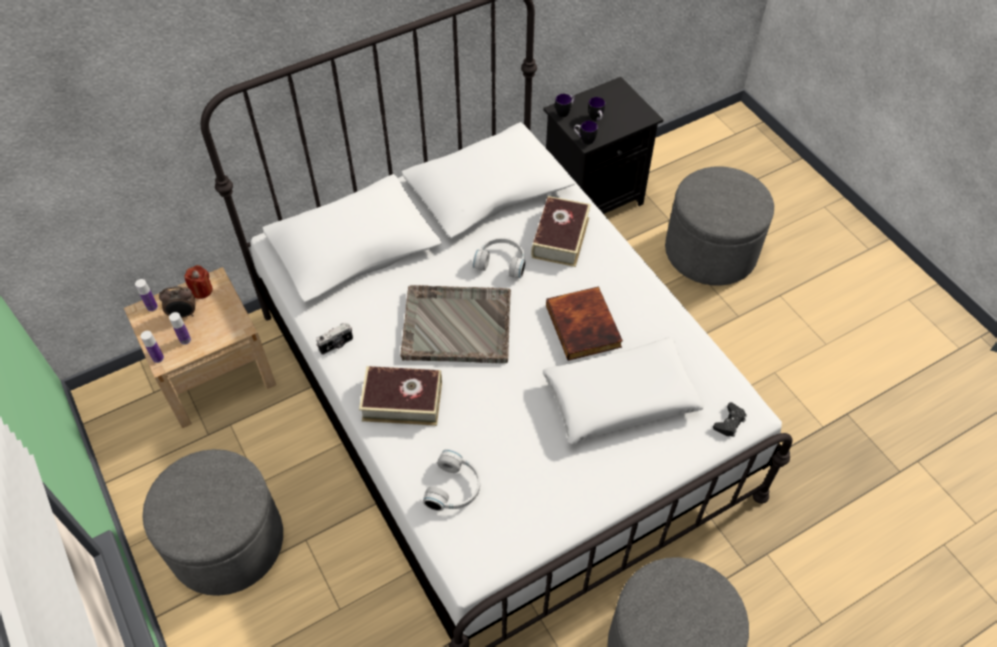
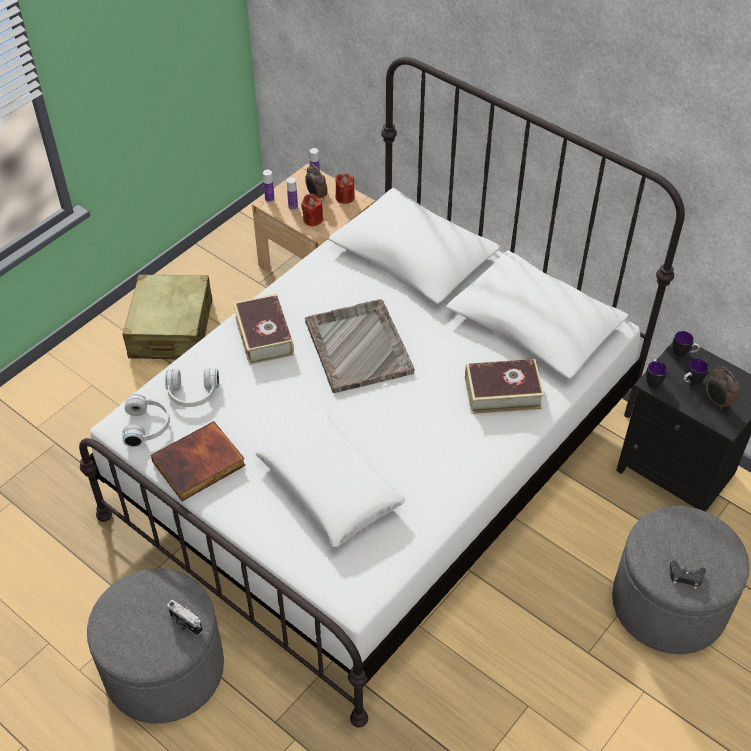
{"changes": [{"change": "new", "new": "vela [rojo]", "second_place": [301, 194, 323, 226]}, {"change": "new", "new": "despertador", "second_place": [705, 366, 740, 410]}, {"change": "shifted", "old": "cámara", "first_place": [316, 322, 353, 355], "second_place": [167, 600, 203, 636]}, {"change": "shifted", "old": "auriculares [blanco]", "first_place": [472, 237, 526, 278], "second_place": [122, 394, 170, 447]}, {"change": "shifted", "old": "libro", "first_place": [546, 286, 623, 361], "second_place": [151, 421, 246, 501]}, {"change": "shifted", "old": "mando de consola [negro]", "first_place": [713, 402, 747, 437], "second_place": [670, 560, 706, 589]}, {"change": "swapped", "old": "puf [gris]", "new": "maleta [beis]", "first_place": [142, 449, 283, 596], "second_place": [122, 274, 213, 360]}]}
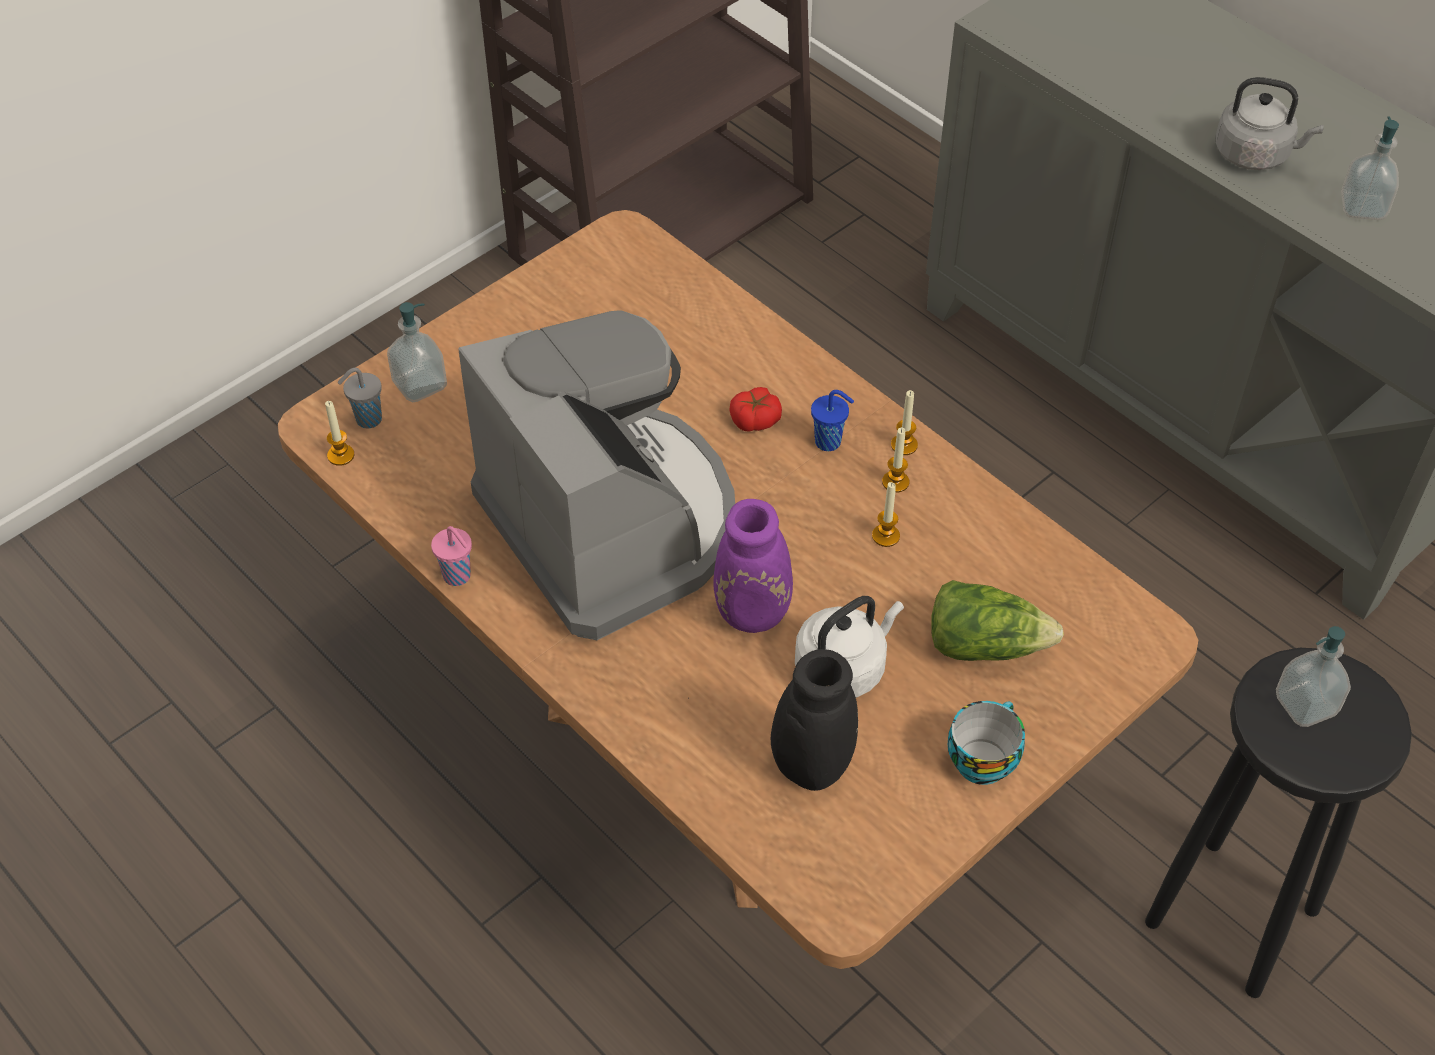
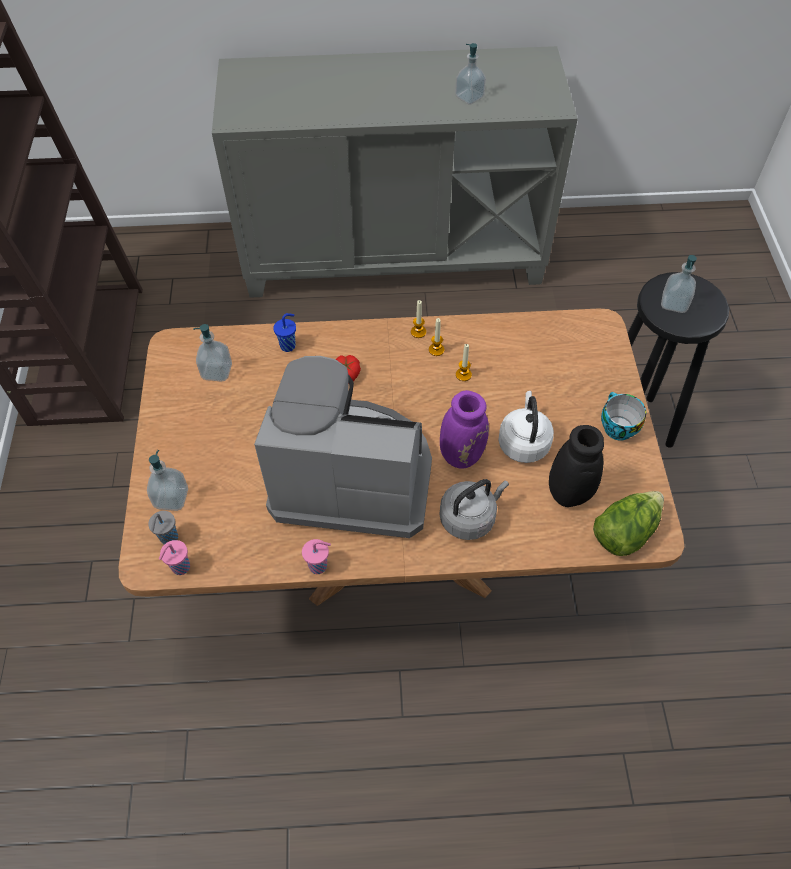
{"changes": [{"change": "new", "new": "dispensador de jabón", "second_place": [193, 324, 232, 382]}, {"change": "shifted", "old": "taza [azul]", "first_place": [811, 390, 854, 451], "second_place": [273, 313, 296, 352]}, {"change": "shifted", "old": "lechuga", "first_place": [931, 580, 1064, 661], "second_place": [593, 491, 664, 556]}, {"change": "shifted", "old": "hervidor [gris]", "first_place": [1215, 77, 1324, 170], "second_place": [439, 479, 509, 540]}, {"change": "swapped", "old": "vela", "new": "taza [rosa]", "first_place": [325, 401, 354, 466], "second_place": [159, 540, 190, 575]}]}
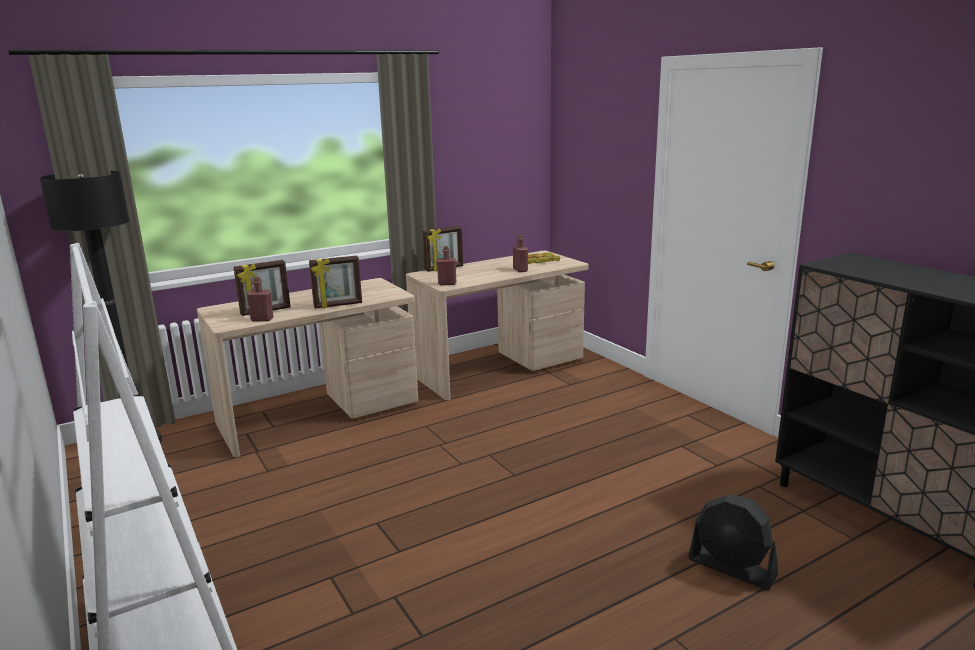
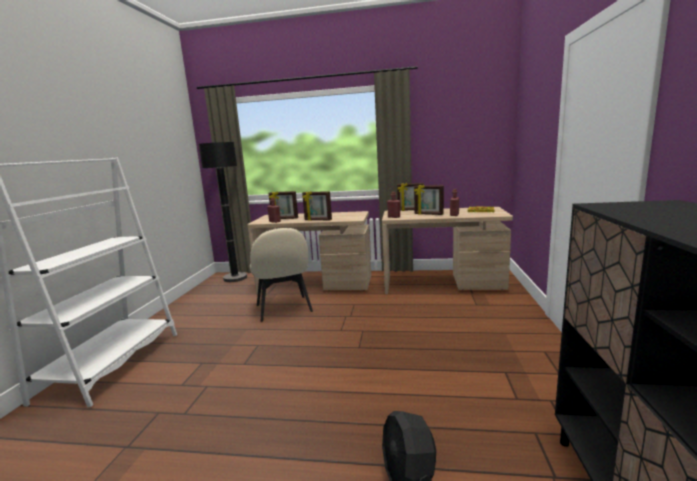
{"changes": [{"change": "new", "new": "silla [beis]", "second_place": [250, 228, 313, 322]}, {"change": "new", "new": "portarretratos", "second_place": [414, 185, 444, 215]}]}
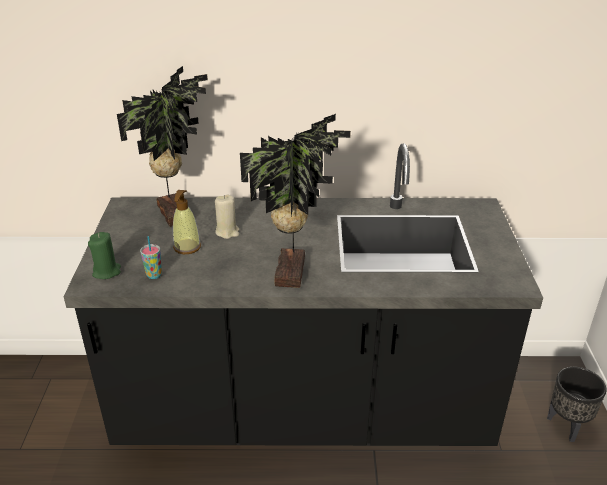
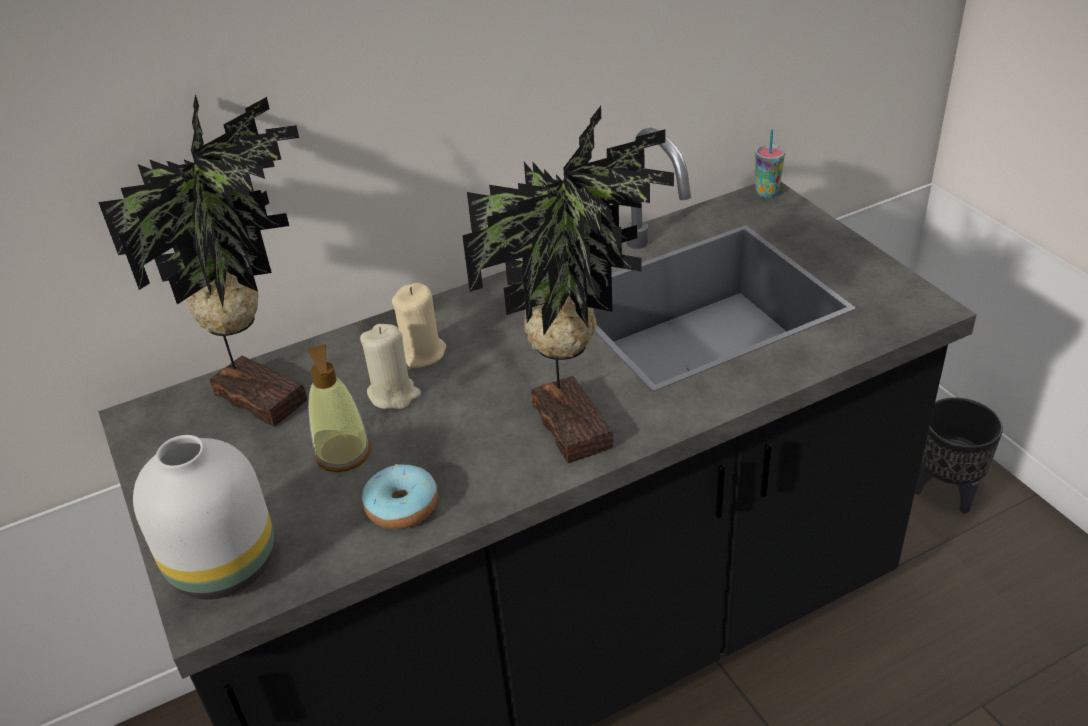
{"changes": [{"change": "new", "new": "rosquilla", "second_place": [362, 464, 438, 529]}, {"change": "new", "new": "vela [beis]", "second_place": [392, 283, 446, 368]}, {"change": "shifted", "old": "taza", "first_place": [140, 236, 162, 279], "second_place": [755, 130, 785, 198]}, {"change": "swapped", "old": "vela [verde]", "new": "florero [blanco]", "first_place": [88, 232, 121, 279], "second_place": [133, 435, 274, 600]}]}
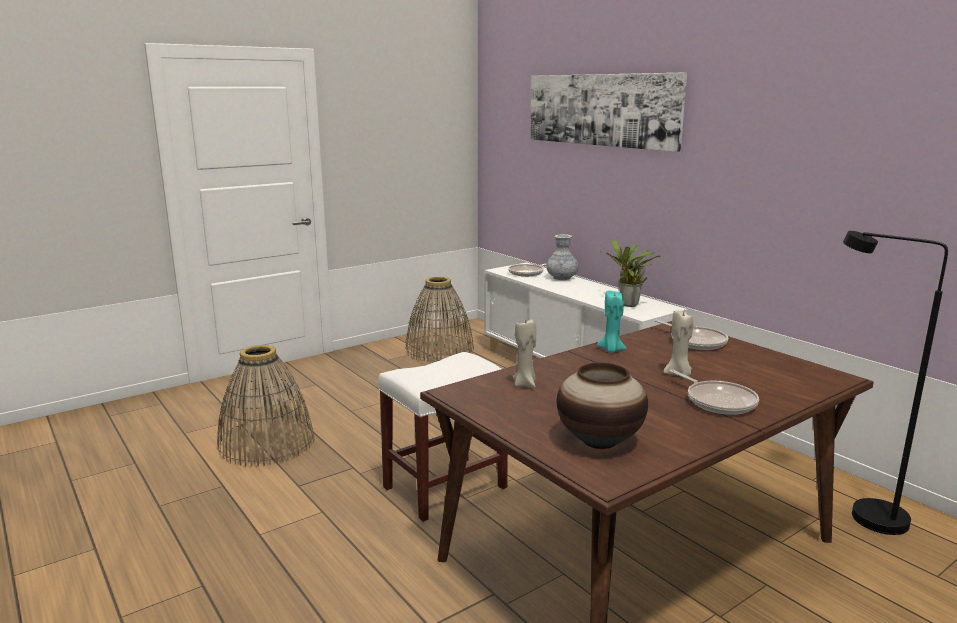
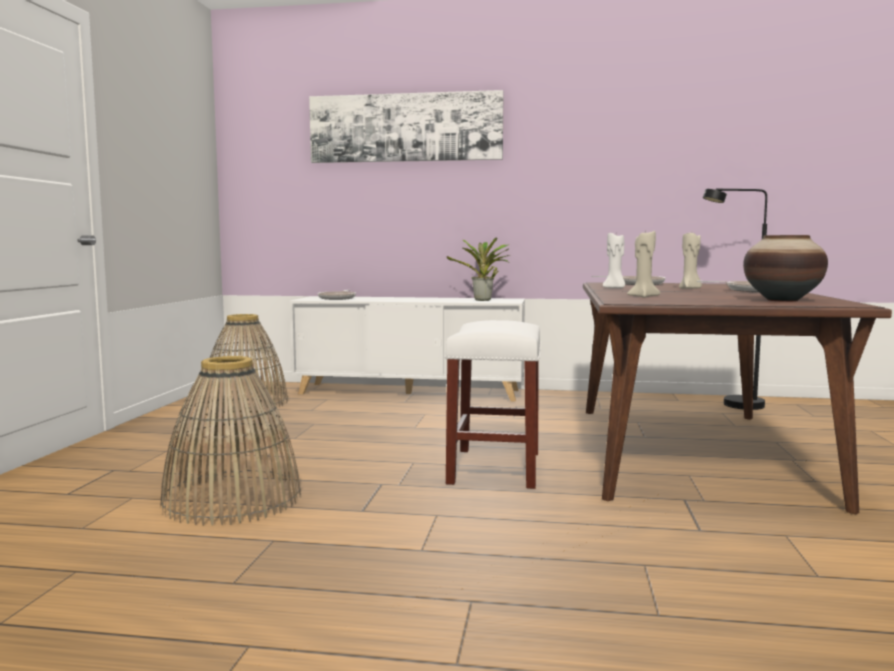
{"changes": [{"change": "gone", "old": "florero", "first_place": [546, 234, 578, 280]}, {"change": "repainted", "old": "vela [turquesa]", "new": "vela [blanco]", "first_place": [597, 290, 627, 353], "second_place": [603, 233, 625, 288]}]}
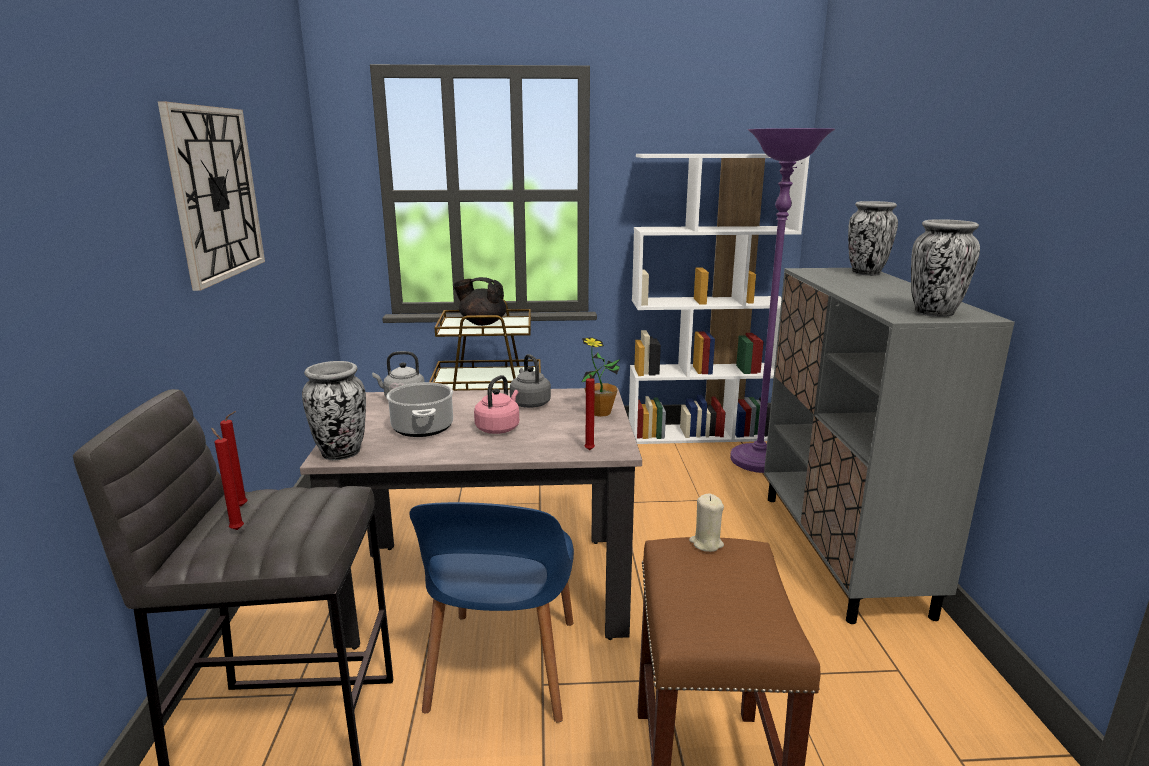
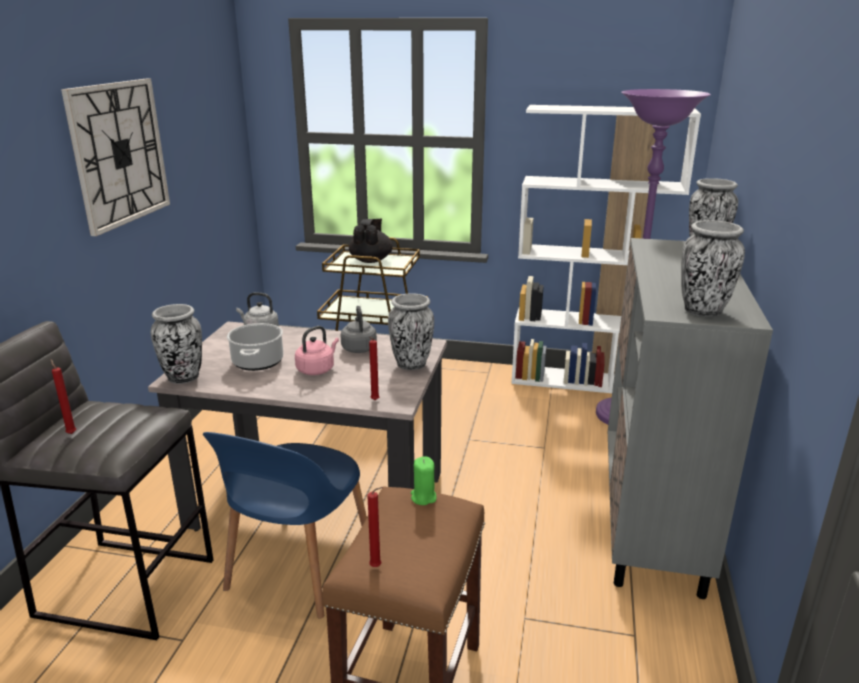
{"changes": [{"change": "shifted", "old": "vela [rojo]", "first_place": [220, 411, 247, 507], "second_place": [368, 487, 383, 567]}, {"change": "swapped", "old": "planta en maceta", "new": "florero", "first_place": [582, 337, 620, 417], "second_place": [388, 293, 434, 370]}, {"change": "repainted", "old": "vela [beis]", "new": "vela [verde]", "first_place": [689, 494, 724, 552], "second_place": [411, 456, 436, 505]}, {"change": "rotated", "old": "tetera [negro]", "first_place": [453, 277, 506, 326], "second_place": [349, 219, 393, 263], "degrees": 75}]}
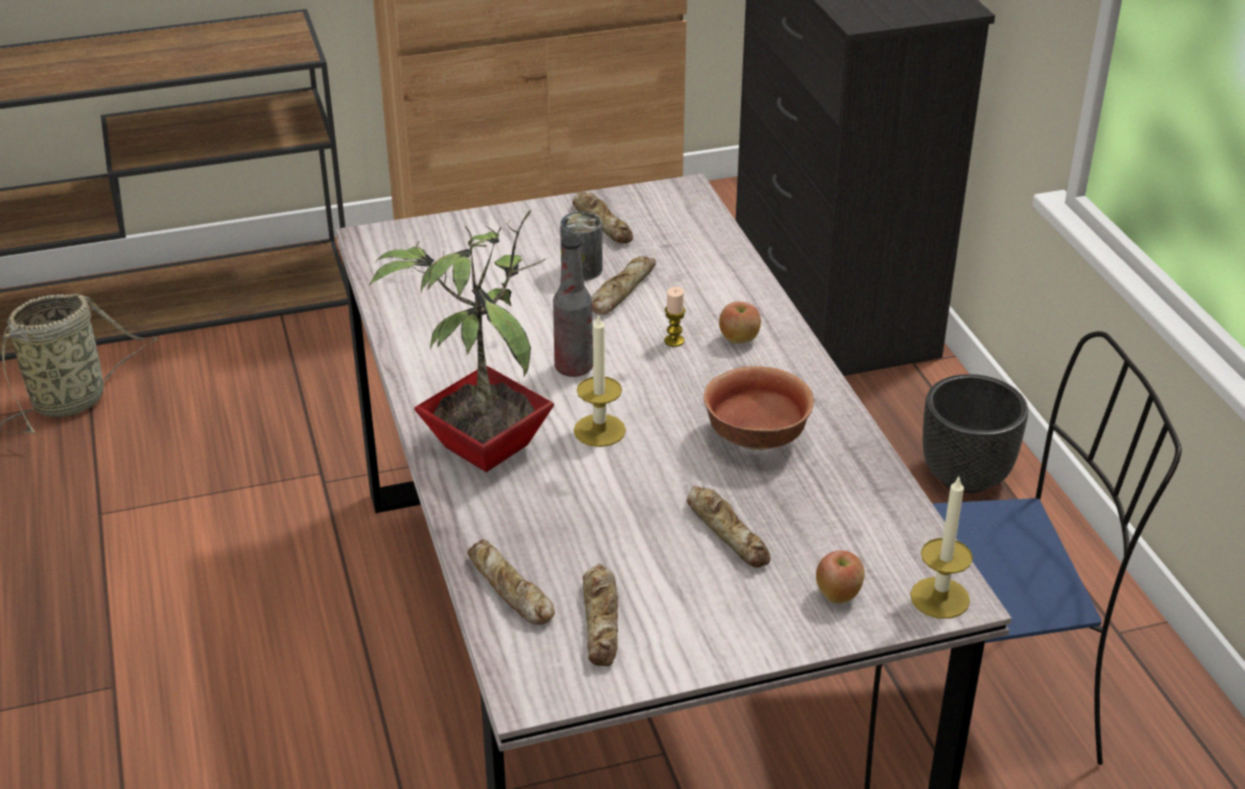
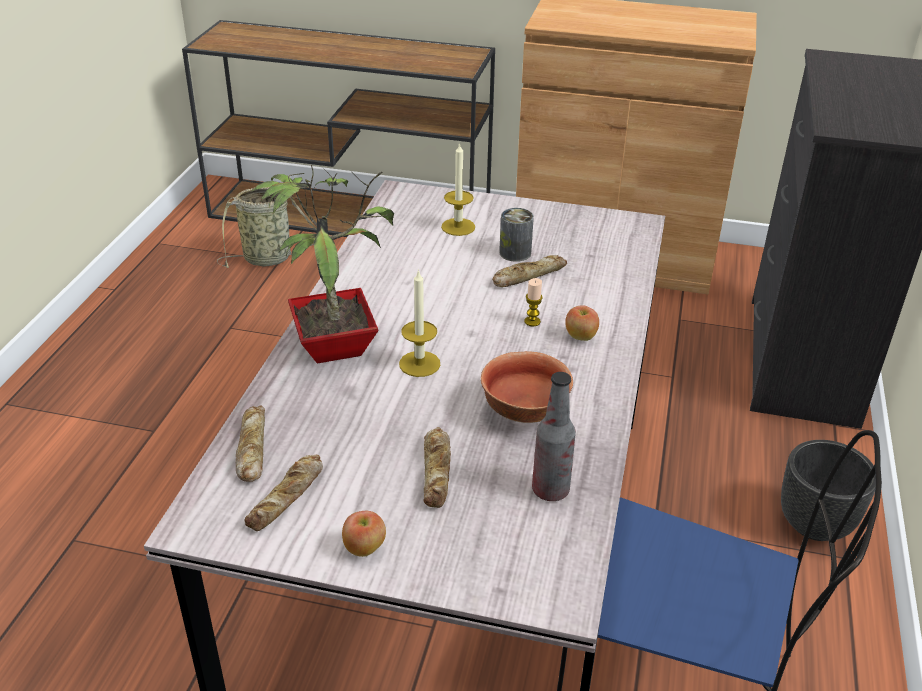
{"changes": [{"change": "gone", "old": "pan", "first_place": [572, 192, 633, 244]}, {"change": "shifted", "old": "botella", "first_place": [553, 236, 593, 377], "second_place": [532, 372, 576, 501]}, {"change": "shifted", "old": "manzana", "first_place": [816, 550, 865, 604], "second_place": [342, 511, 386, 557]}, {"change": "shifted", "old": "vela", "first_place": [910, 477, 973, 619], "second_place": [441, 142, 475, 236]}]}
